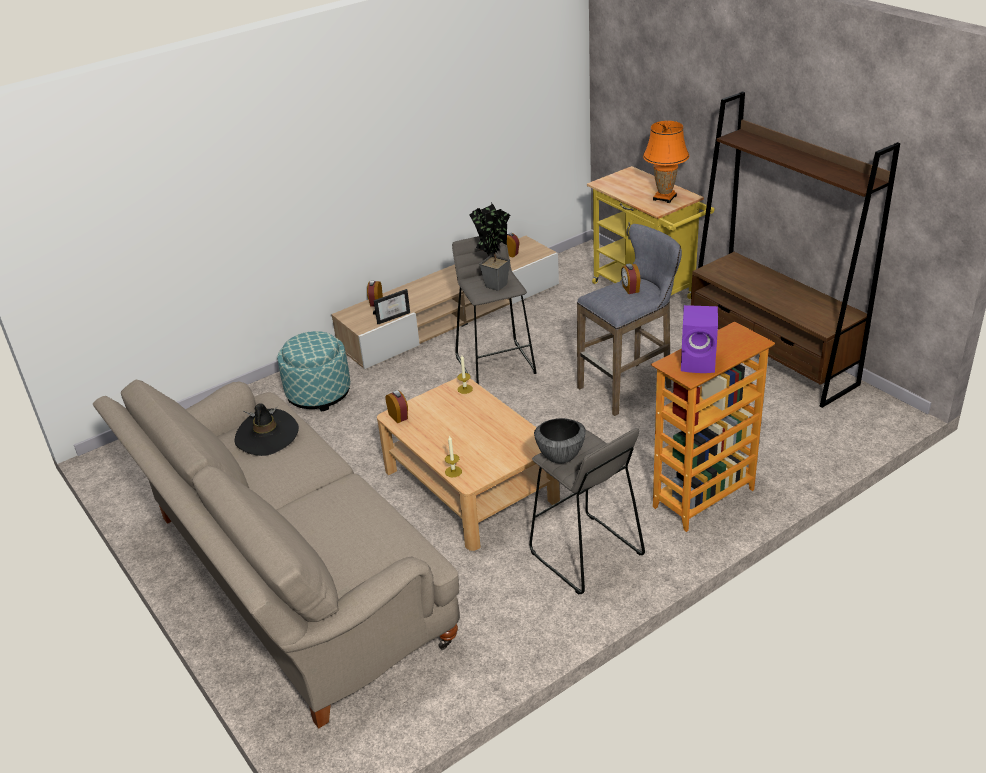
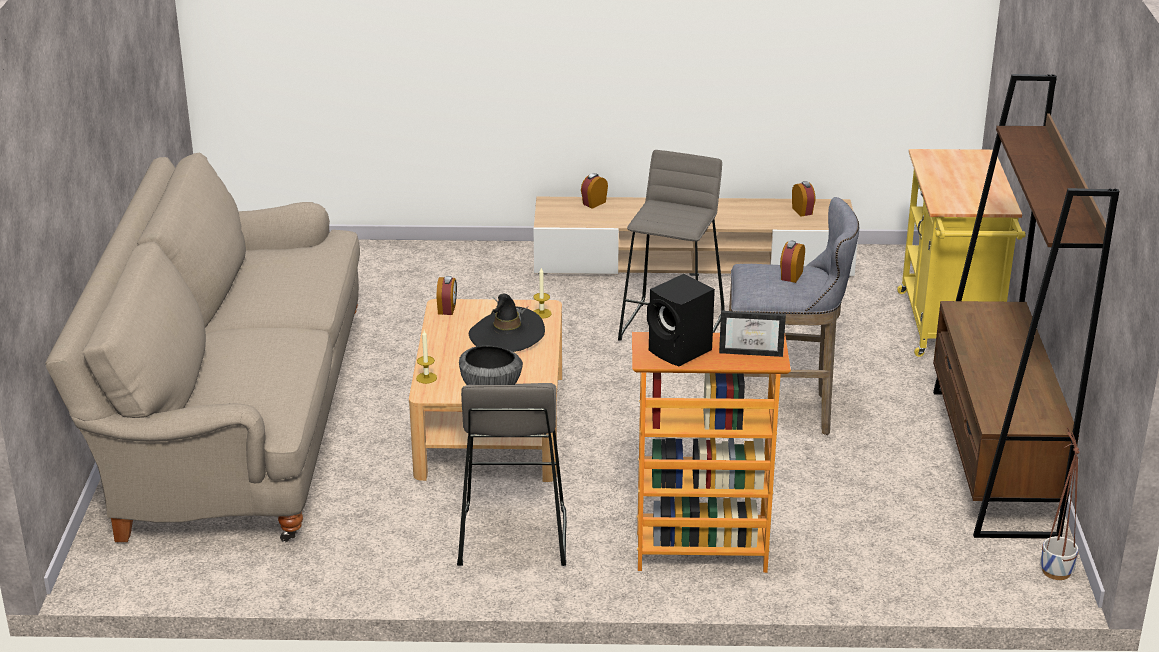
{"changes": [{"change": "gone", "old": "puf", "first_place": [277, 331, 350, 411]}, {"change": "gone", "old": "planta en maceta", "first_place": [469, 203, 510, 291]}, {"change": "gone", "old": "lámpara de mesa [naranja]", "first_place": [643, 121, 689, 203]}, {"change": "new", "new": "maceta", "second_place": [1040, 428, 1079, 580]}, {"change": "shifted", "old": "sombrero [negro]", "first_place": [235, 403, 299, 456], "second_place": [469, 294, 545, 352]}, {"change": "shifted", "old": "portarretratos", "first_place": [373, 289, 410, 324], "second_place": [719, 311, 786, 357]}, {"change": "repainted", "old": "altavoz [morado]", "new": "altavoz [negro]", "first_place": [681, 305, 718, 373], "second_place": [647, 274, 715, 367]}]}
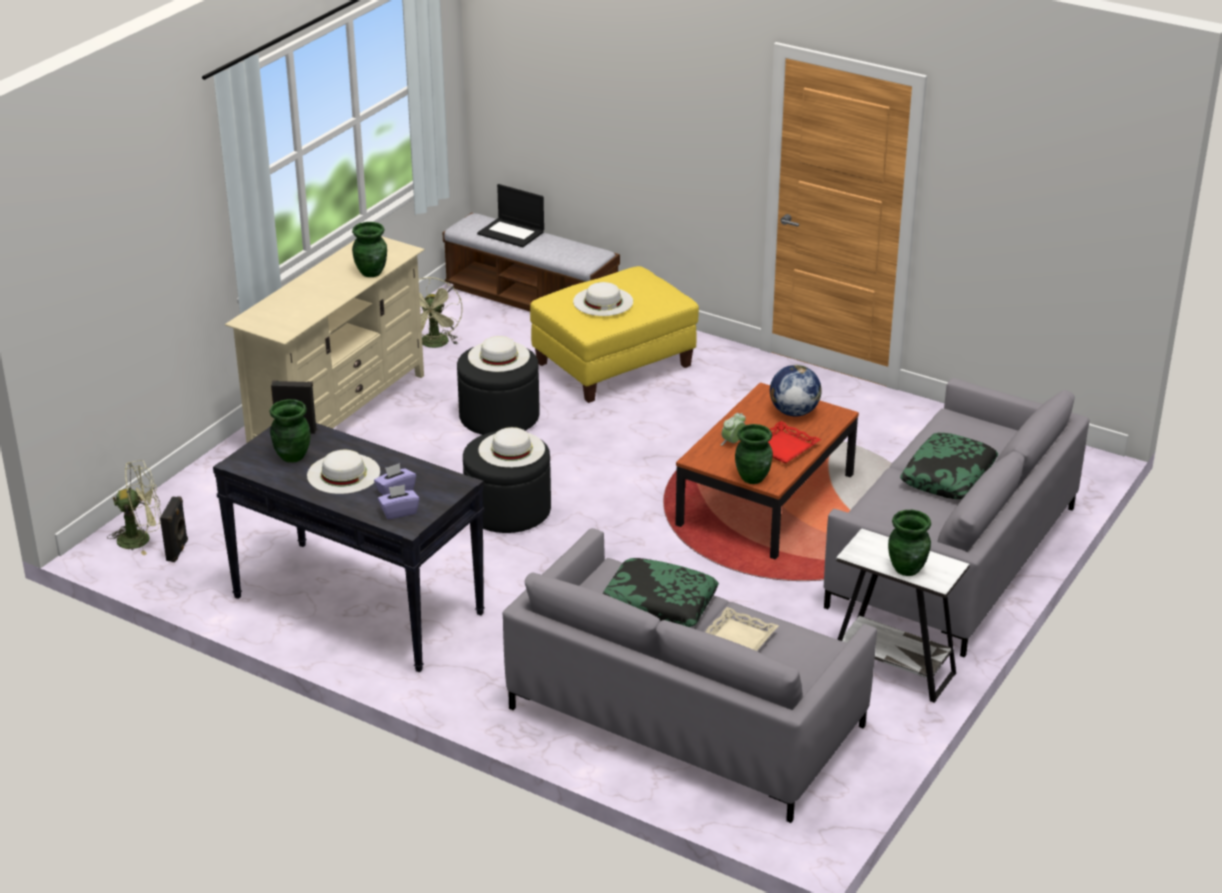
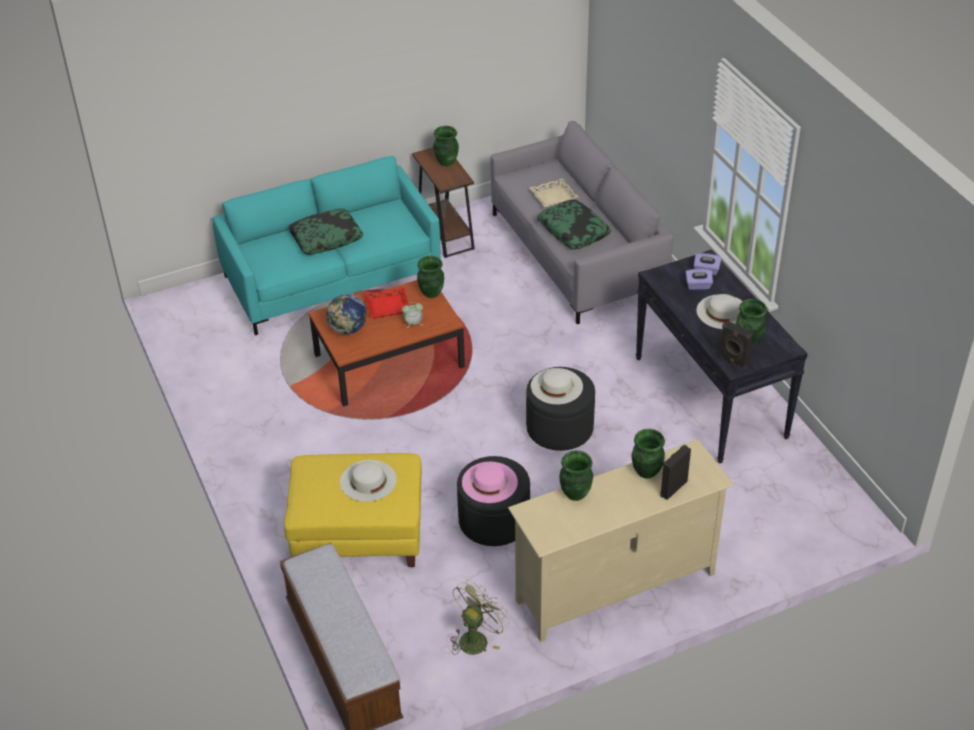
{"changes": [{"change": "gone", "old": "ventilador [verde]", "first_place": [107, 460, 161, 555]}, {"change": "gone", "old": "portátil", "first_place": [477, 184, 544, 247]}, {"change": "new", "new": "florero [verde]", "second_place": [632, 429, 665, 479]}, {"change": "shifted", "old": "altavoz [negro]", "first_place": [160, 496, 188, 562], "second_place": [660, 445, 691, 500]}, {"change": "repainted", "old": "sombrero [blanco]", "new": "sombrero [rosa]", "first_place": [468, 336, 530, 372], "second_place": [462, 462, 518, 503]}, {"change": "repainted", "old": "sofá [gris]", "new": "sofá [turquesa]", "first_place": [824, 378, 1089, 657], "second_place": [212, 156, 441, 335]}, {"change": "repainted", "old": "mesa auxiliar [blanco]", "new": "mesa auxiliar [marrón]", "first_place": [836, 528, 970, 703], "second_place": [412, 148, 475, 258]}]}
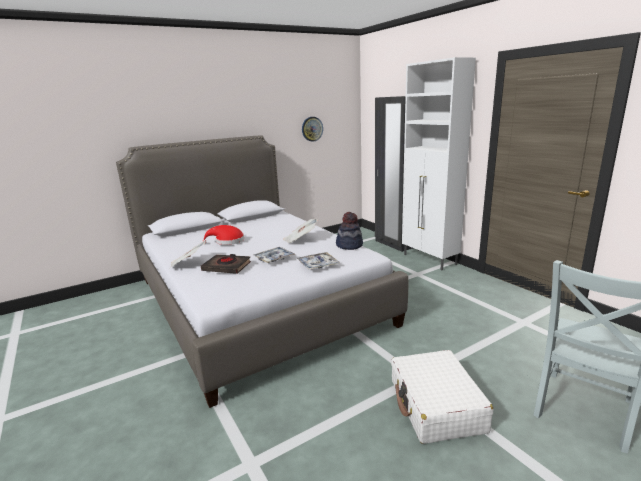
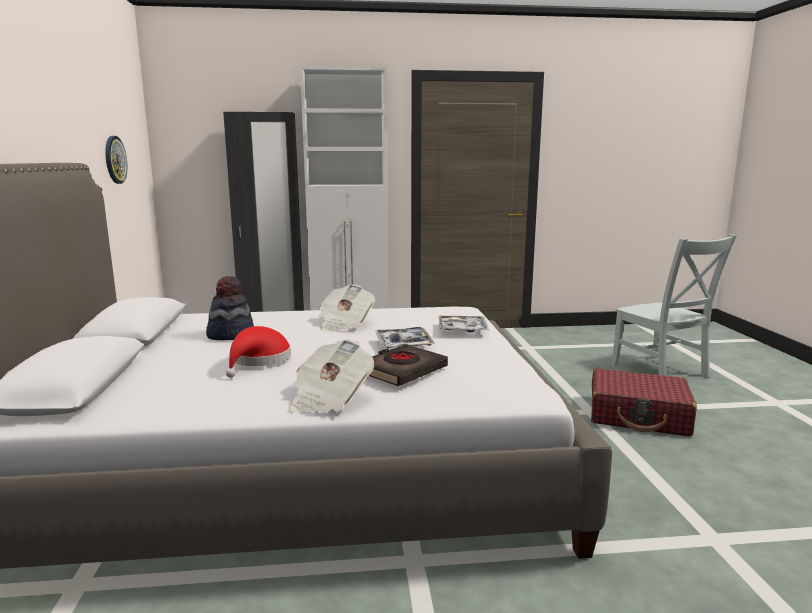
{"changes": [{"change": "shifted", "old": "sombrero", "first_place": [336, 212, 363, 250], "second_place": [206, 276, 254, 340]}, {"change": "repainted", "old": "maleta [blanco]", "new": "maleta [rojo]", "first_place": [391, 350, 493, 444], "second_place": [591, 368, 697, 436]}]}
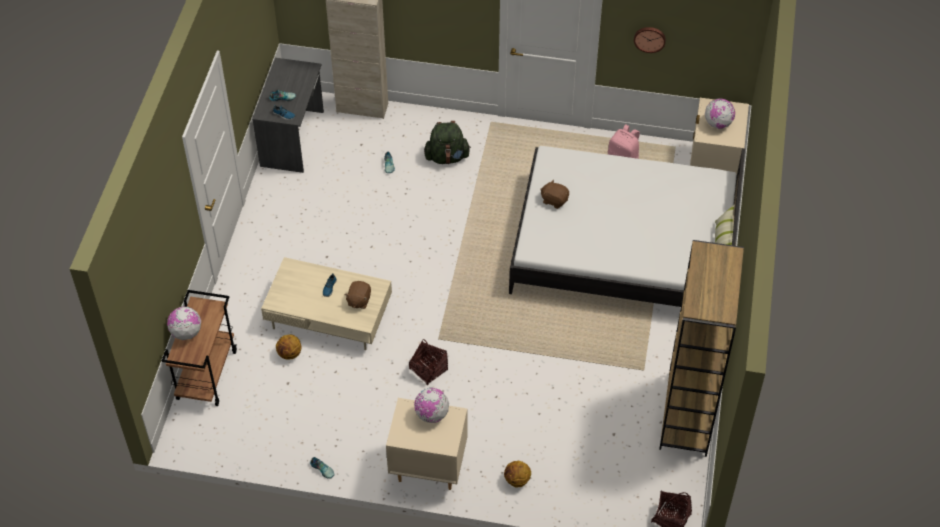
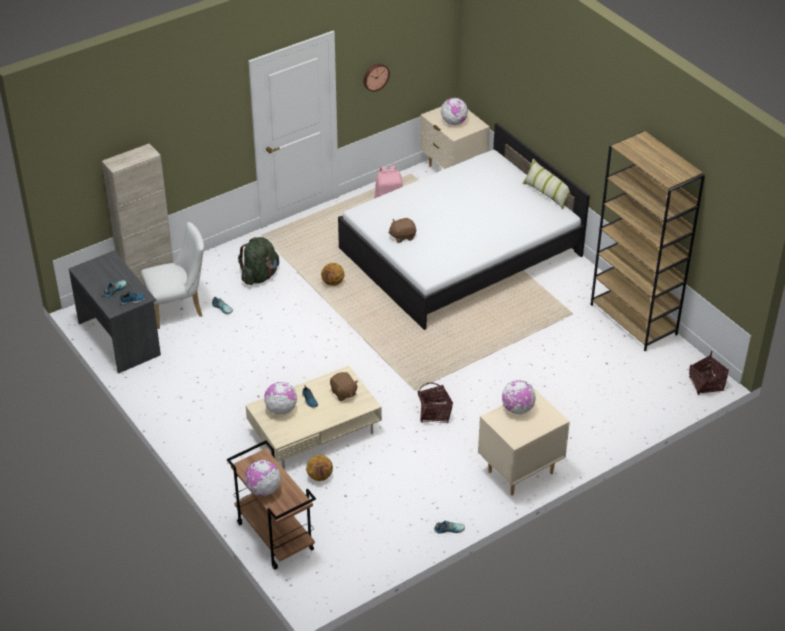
{"changes": [{"change": "new", "new": "silla [blanco]", "second_place": [141, 222, 204, 329]}, {"change": "new", "new": "globo terráqueo", "second_place": [264, 382, 297, 415]}, {"change": "shifted", "old": "balón de baloncesto", "first_place": [504, 461, 531, 487], "second_place": [321, 263, 344, 286]}]}
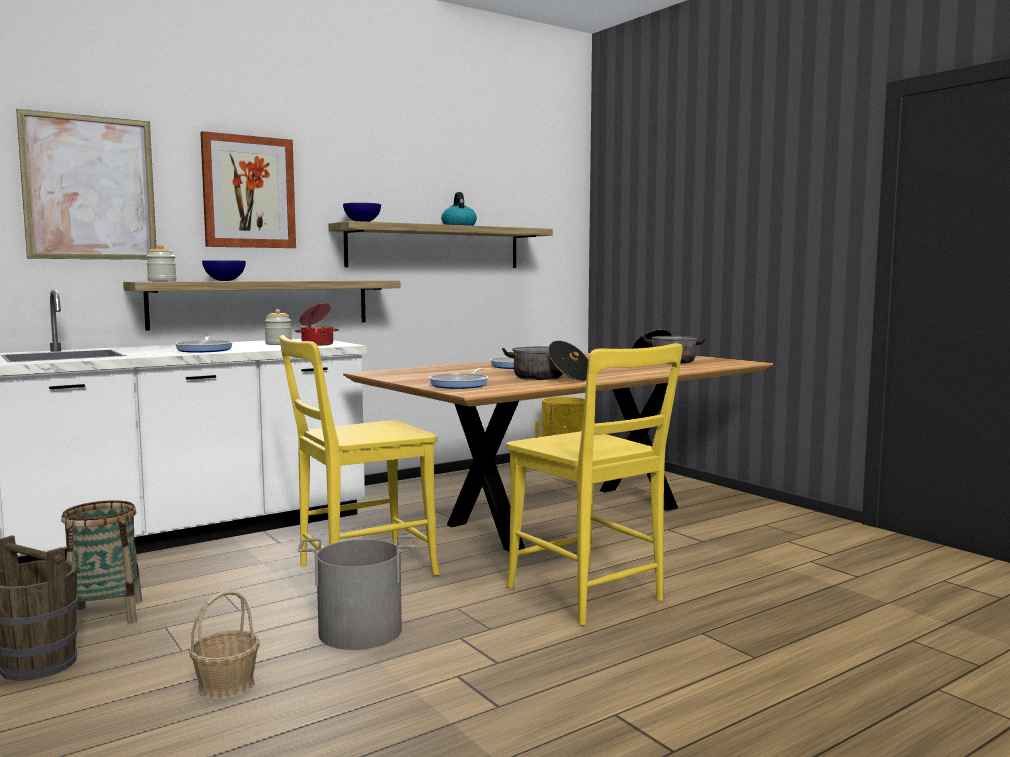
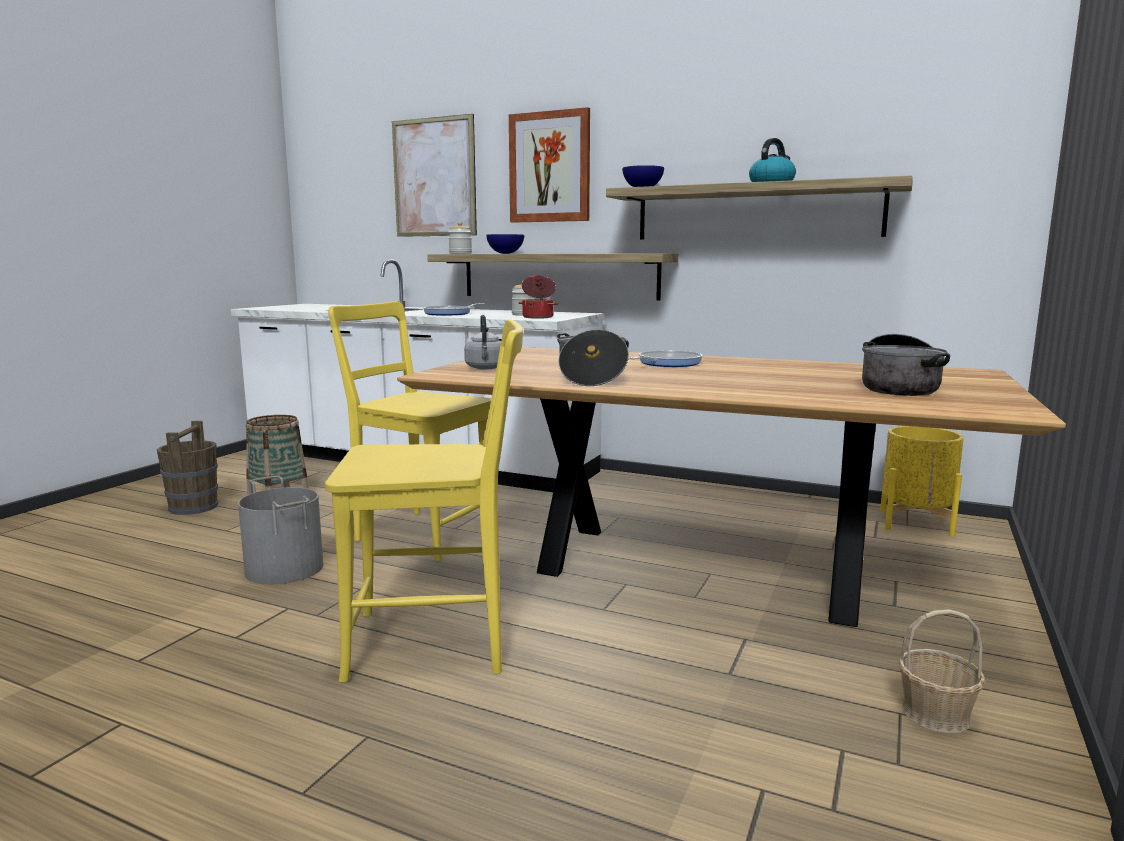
{"changes": [{"change": "shifted", "old": "cesta", "first_place": [189, 590, 260, 700], "second_place": [898, 609, 986, 733]}, {"change": "swapped", "old": "sartén", "new": "hervidor [gris]", "first_place": [429, 368, 488, 389], "second_place": [464, 315, 501, 369]}, {"change": "rotated", "old": "silla [amarillo]", "first_place": [506, 343, 683, 626], "second_place": [325, 319, 523, 683], "degrees": -120}]}
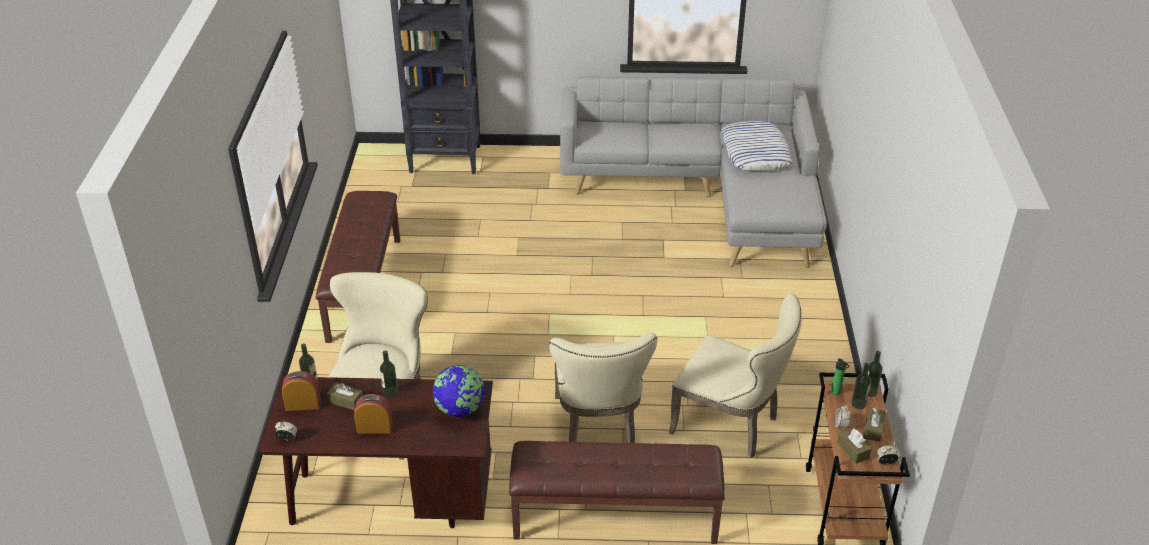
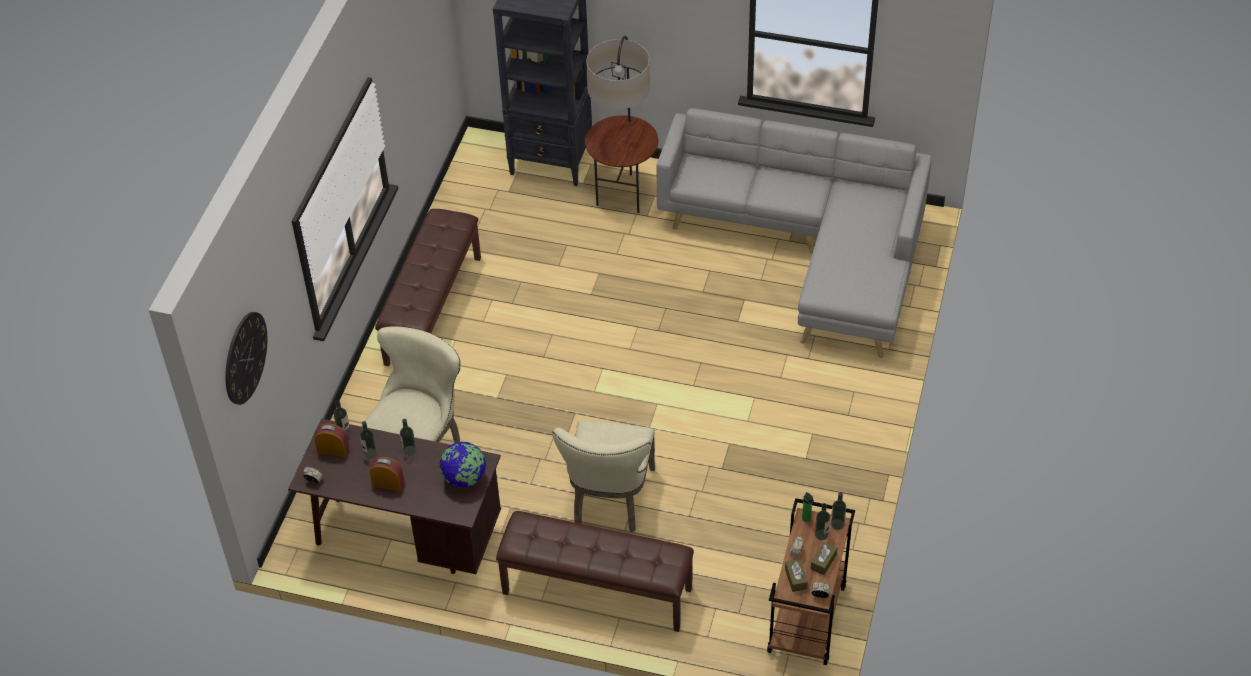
{"changes": [{"change": "gone", "old": "silla [beis]", "first_place": [669, 293, 802, 458]}, {"change": "gone", "old": "cojín", "first_place": [721, 121, 792, 171]}, {"change": "new", "new": "reloj de pared", "second_place": [225, 312, 267, 405]}, {"change": "new", "new": "lámpara de pie", "second_place": [585, 36, 658, 213]}, {"change": "swapped", "old": "caja de pañuelos [marrón]", "new": "botella", "first_place": [327, 383, 363, 410], "second_place": [360, 421, 377, 458]}]}
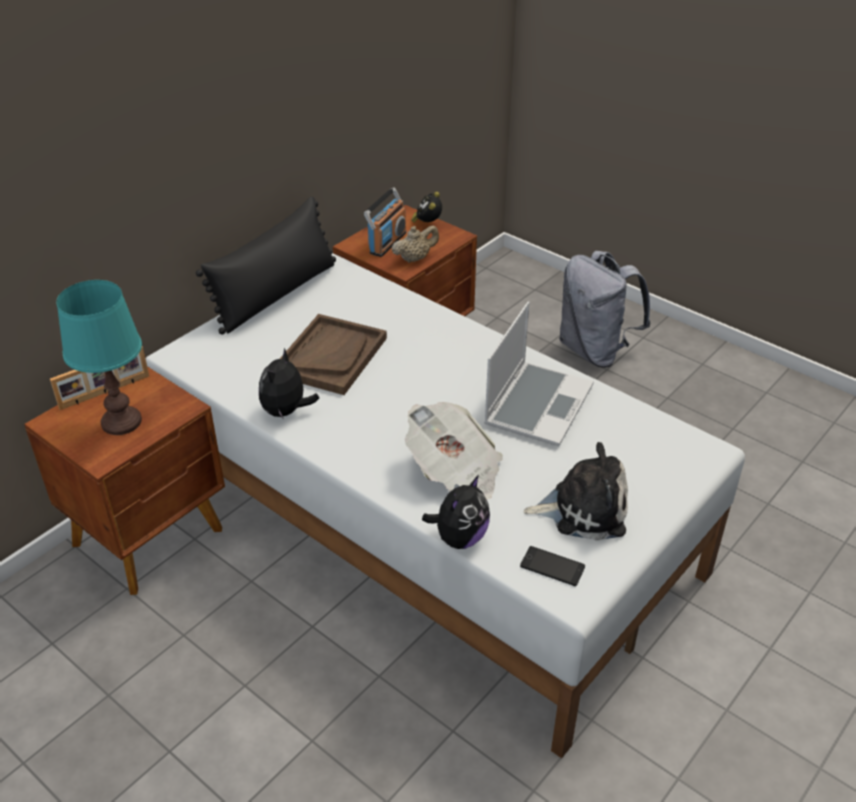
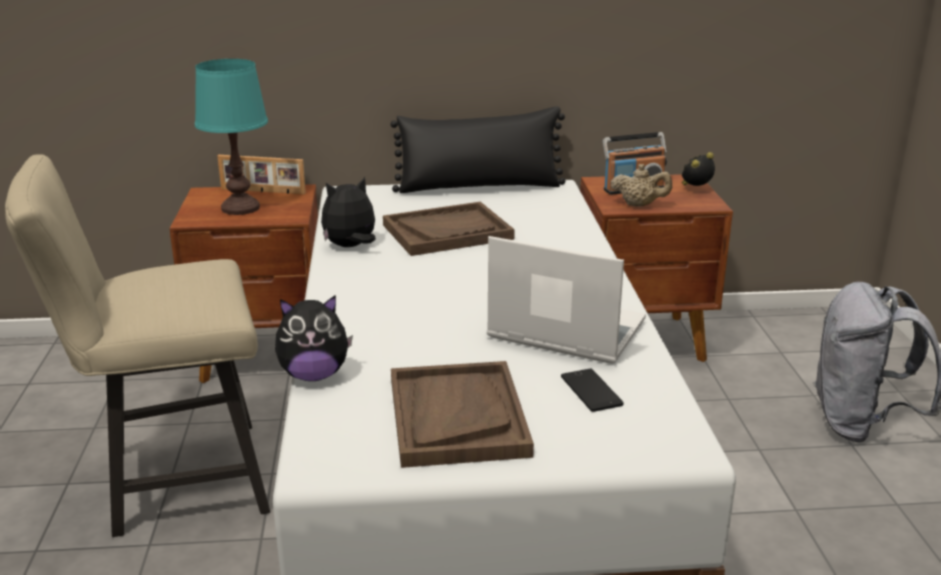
{"changes": [{"change": "gone", "old": "periódico", "first_place": [405, 402, 503, 500]}, {"change": "new", "new": "silla [beis]", "second_place": [5, 154, 270, 537]}, {"change": "shifted", "old": "móvil", "first_place": [520, 546, 585, 586], "second_place": [561, 369, 624, 412]}, {"change": "swapped", "old": "peluche", "new": "bandeja [marrón]", "first_place": [523, 442, 628, 541], "second_place": [391, 361, 534, 468]}, {"change": "rotated", "old": "portátil", "first_place": [484, 302, 594, 446], "second_place": [487, 236, 646, 364], "degrees": -135}]}
